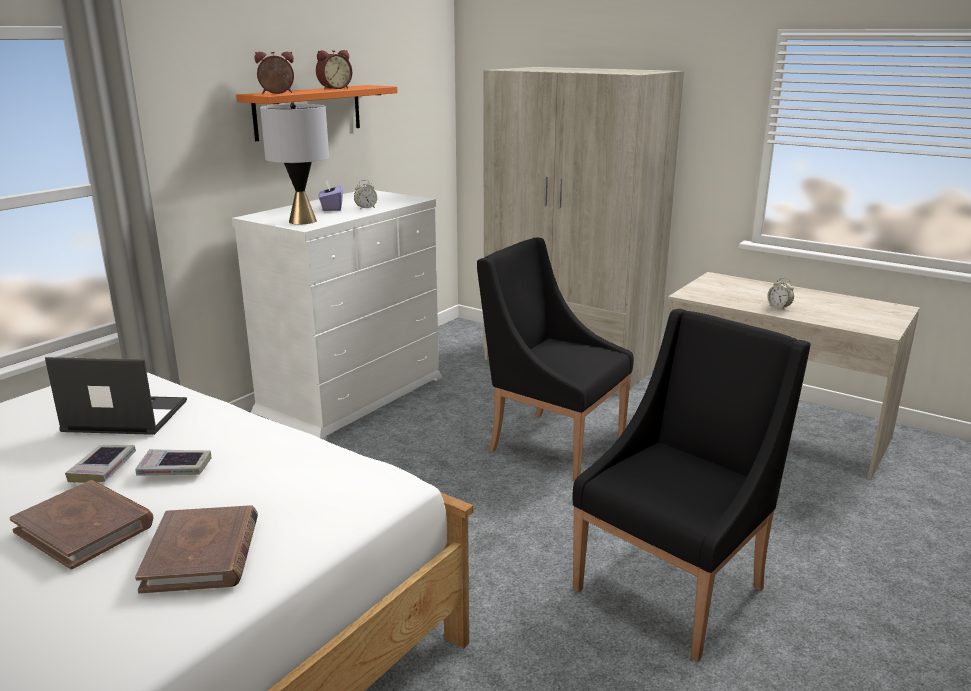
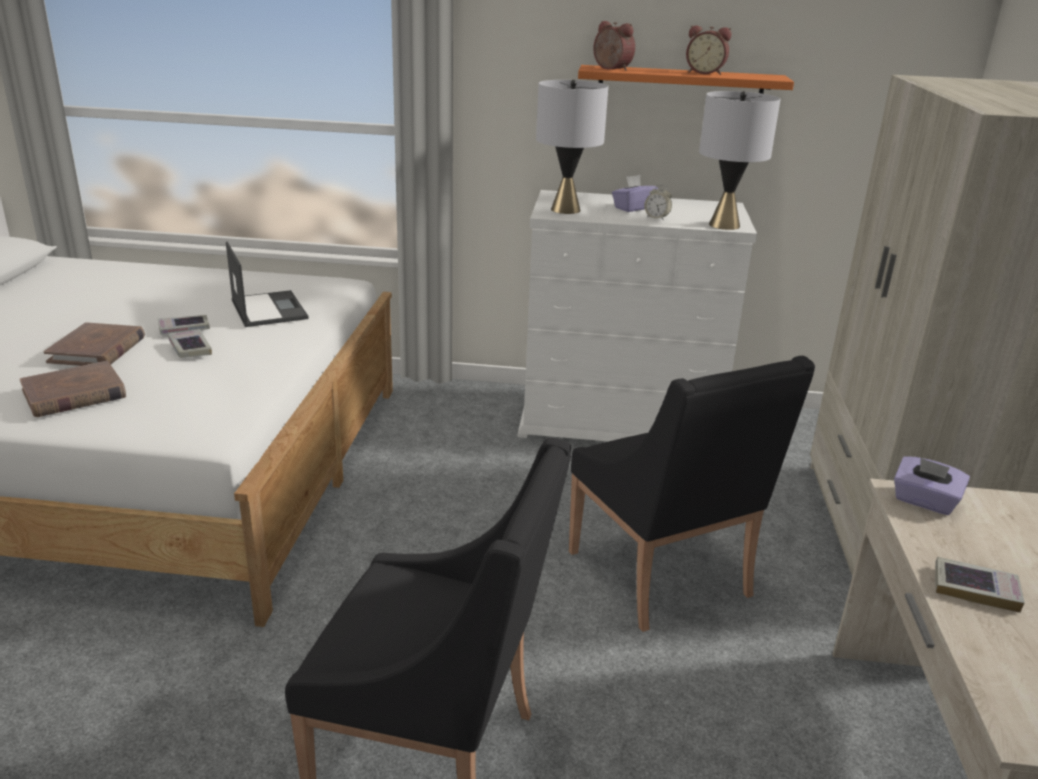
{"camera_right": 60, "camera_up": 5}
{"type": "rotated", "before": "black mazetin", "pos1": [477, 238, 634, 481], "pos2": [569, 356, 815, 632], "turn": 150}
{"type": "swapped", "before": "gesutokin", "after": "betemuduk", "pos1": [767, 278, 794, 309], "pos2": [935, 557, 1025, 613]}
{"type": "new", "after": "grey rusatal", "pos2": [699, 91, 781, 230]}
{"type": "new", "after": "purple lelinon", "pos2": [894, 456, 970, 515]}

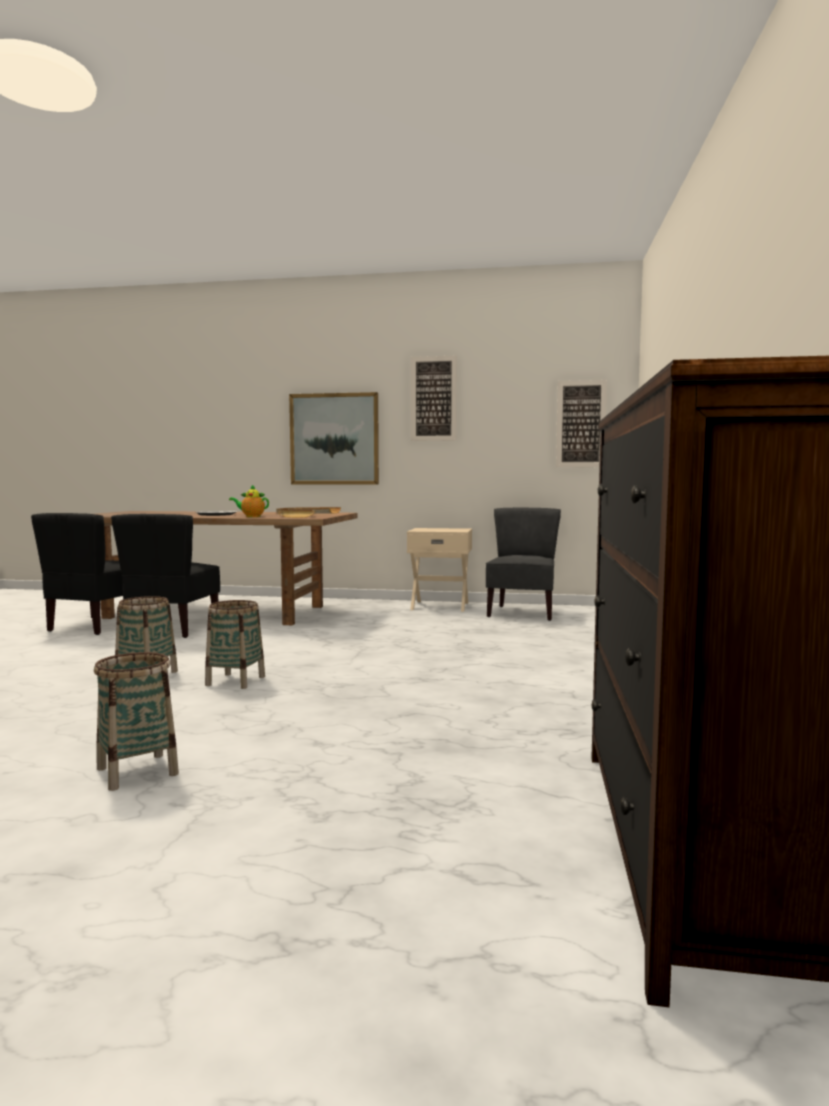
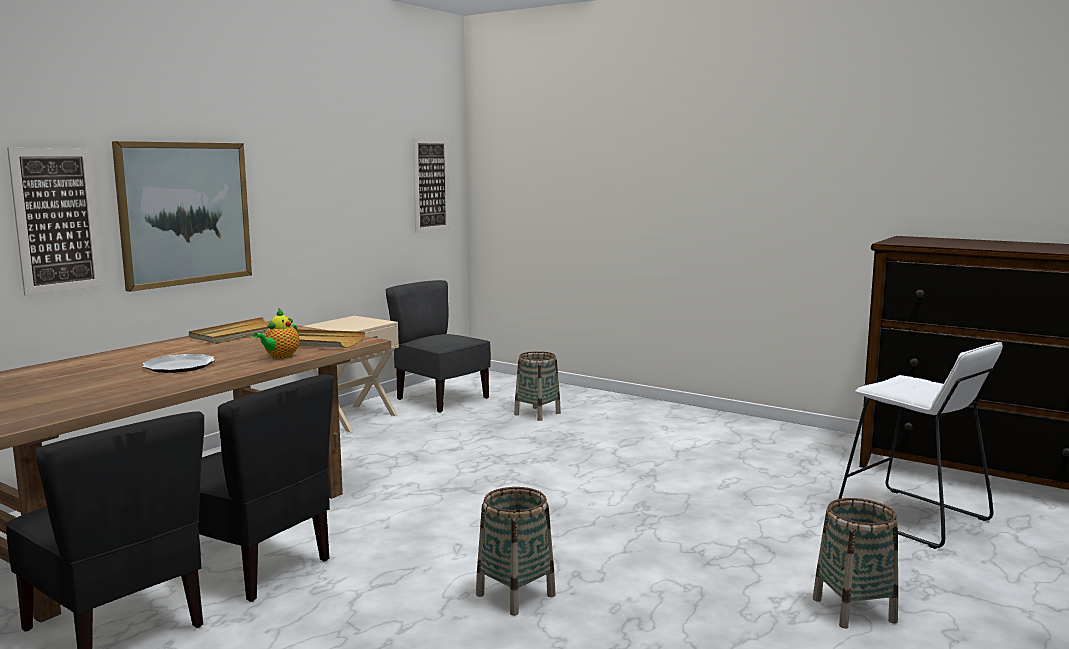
{"camera_right": -65, "camera_up": 5}
{"type": "shifted", "before": "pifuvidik", "pos1": [411, 356, 457, 441], "pos2": [7, 148, 104, 296]}
{"type": "shifted", "before": "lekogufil", "pos1": [205, 600, 265, 689], "pos2": [514, 351, 561, 421]}
{"type": "new", "after": "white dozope", "pos2": [838, 342, 1003, 549]}

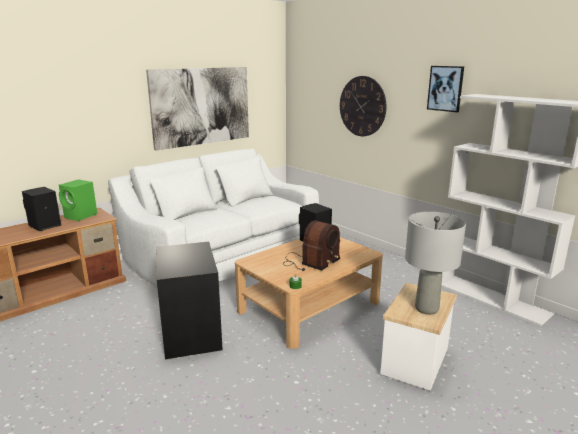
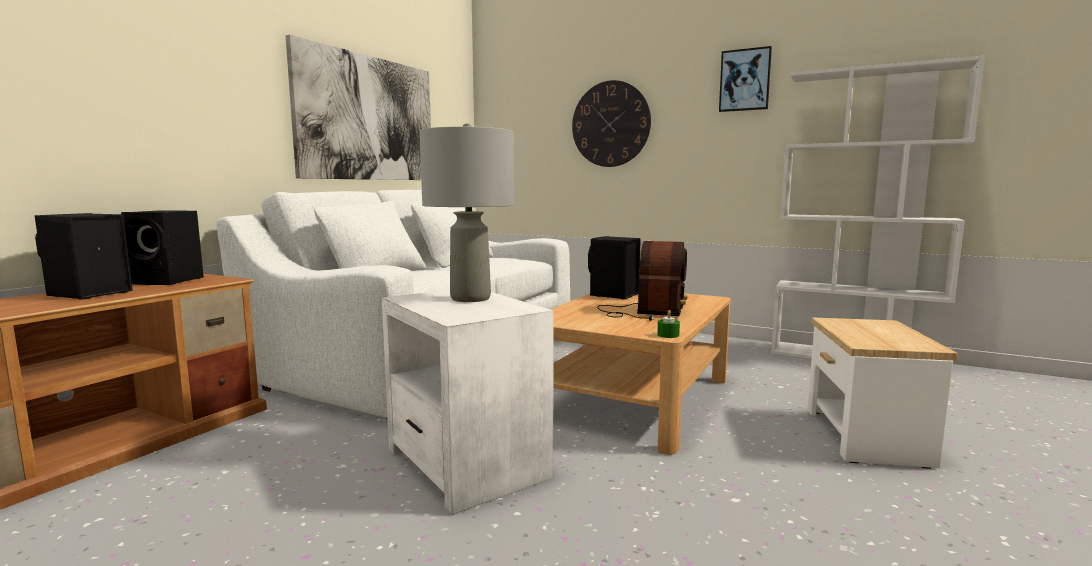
{"camera_right": -20, "camera_up": -10}
{"type": "repainted", "before": "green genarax", "after": "black genarax", "pos1": [59, 180, 97, 221], "pos2": [121, 210, 204, 285]}
{"type": "shifted", "before": "grey rusatal", "pos1": [405, 212, 466, 315], "pos2": [420, 124, 514, 302]}
{"type": "repainted", "before": "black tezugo", "after": "white tezugo", "pos1": [156, 242, 223, 359], "pos2": [382, 290, 554, 515]}

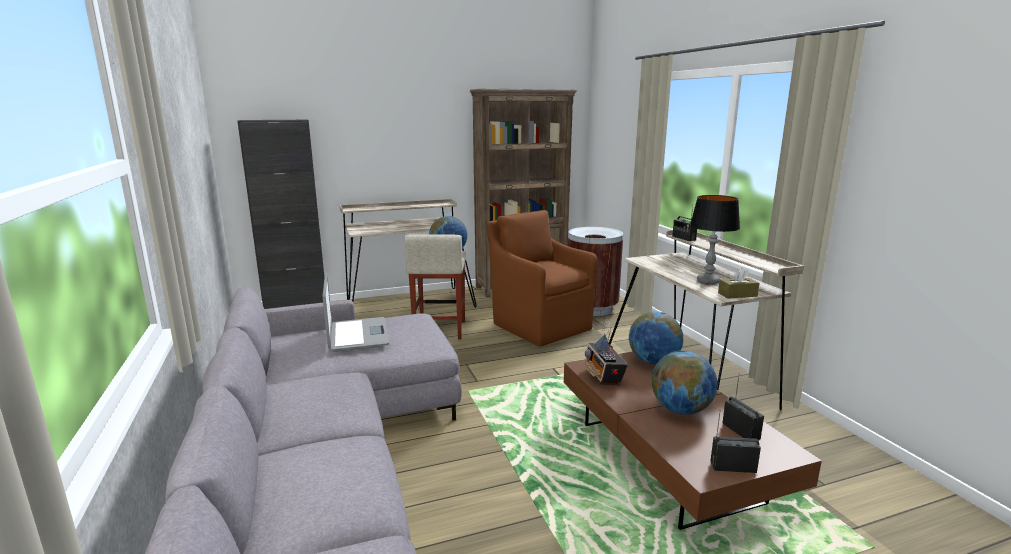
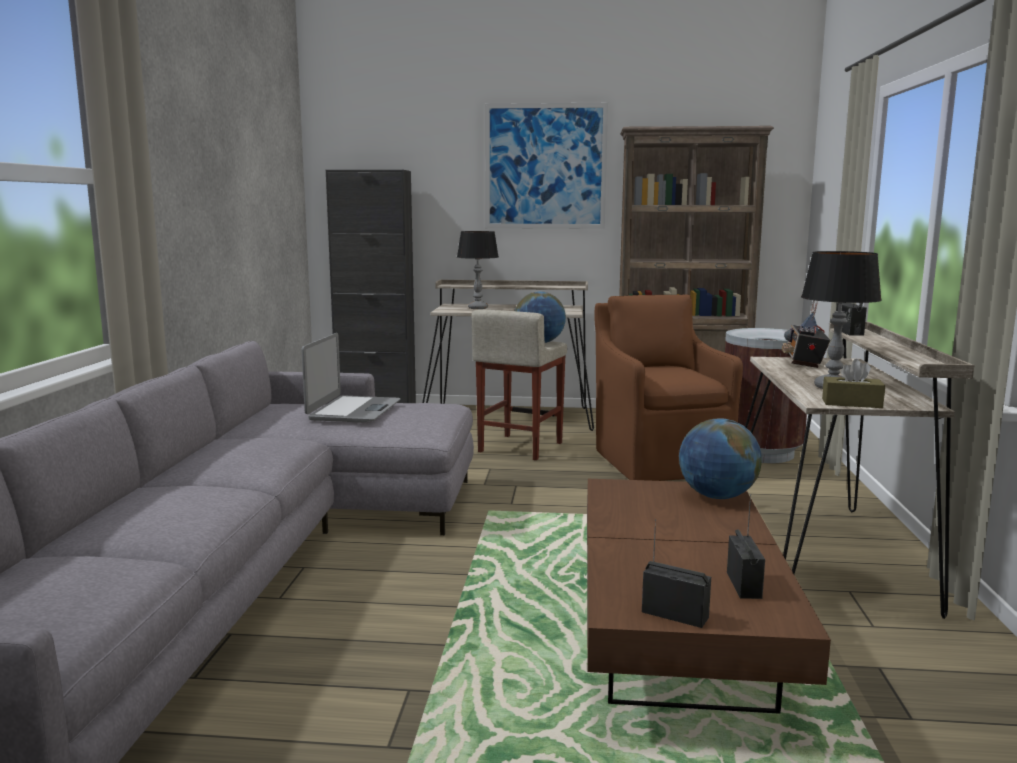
{"camera_right": 25, "camera_up": -5}
{"type": "shifted", "before": "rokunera", "pos1": [585, 319, 628, 385], "pos2": [782, 300, 830, 368]}
{"type": "gone", "before": "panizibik", "pos1": [652, 350, 718, 414]}
{"type": "new", "after": "pifuvidik", "pos2": [485, 103, 608, 229]}
{"type": "new", "after": "rusatal", "pos2": [457, 231, 499, 309]}

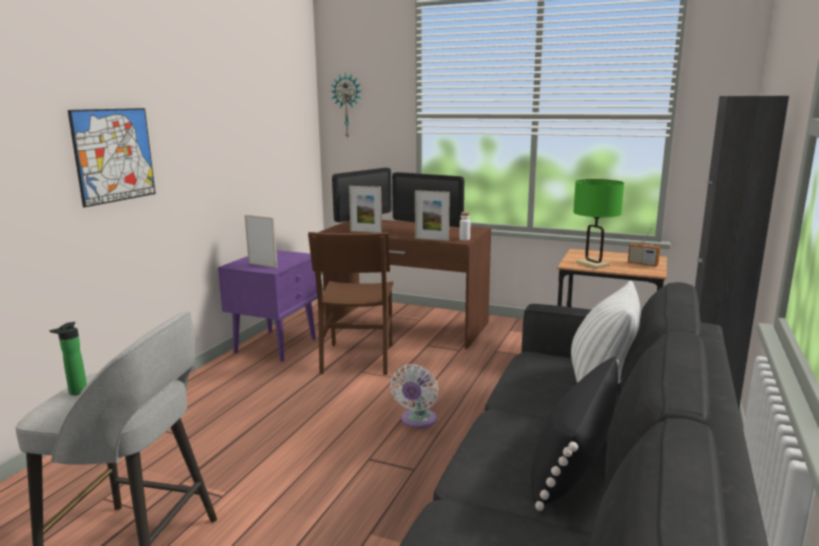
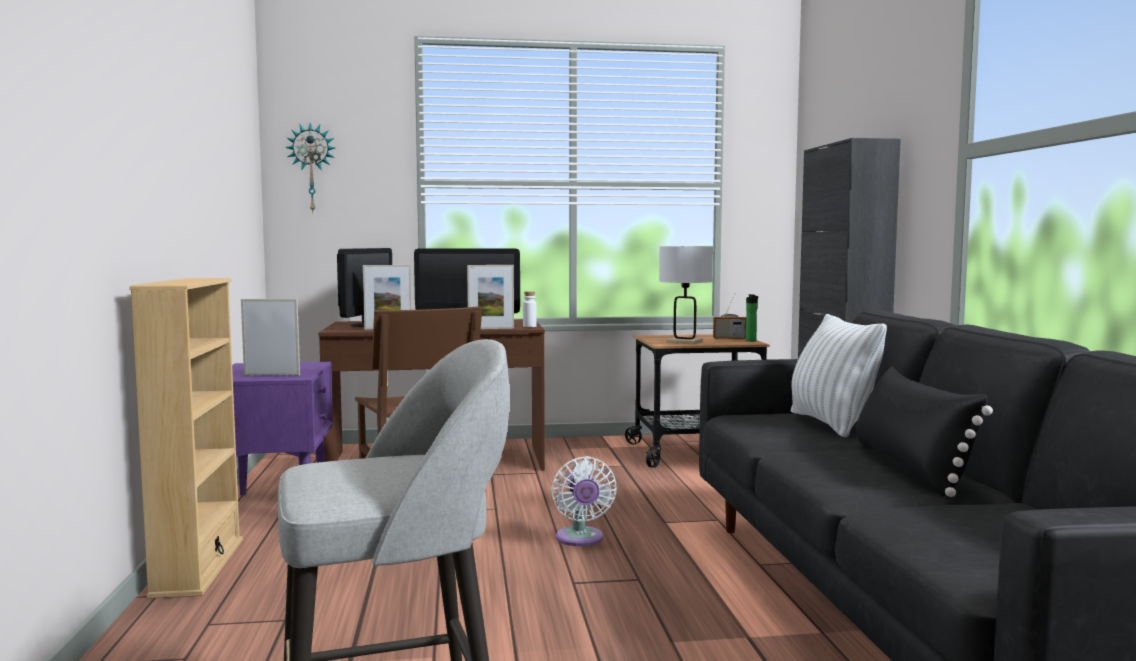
{"camera_right": -30, "camera_up": -10}
{"type": "gone", "before": "pifuvidik", "pos1": [68, 108, 156, 207]}
{"type": "repainted", "before": "green rusatal", "after": "white rusatal", "pos1": [573, 179, 624, 269], "pos2": [659, 246, 713, 345]}
{"type": "shifted", "before": "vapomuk", "pos1": [50, 322, 87, 396], "pos2": [745, 294, 758, 342]}
{"type": "new", "after": "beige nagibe", "pos2": [129, 278, 243, 599]}

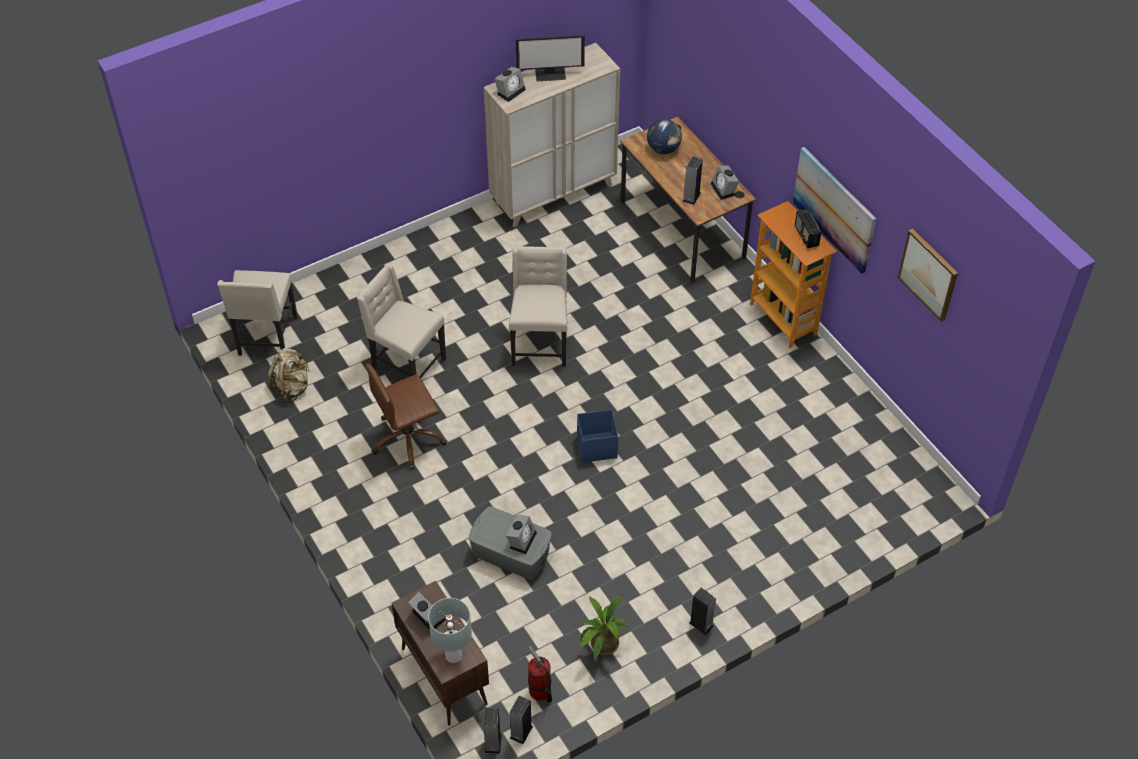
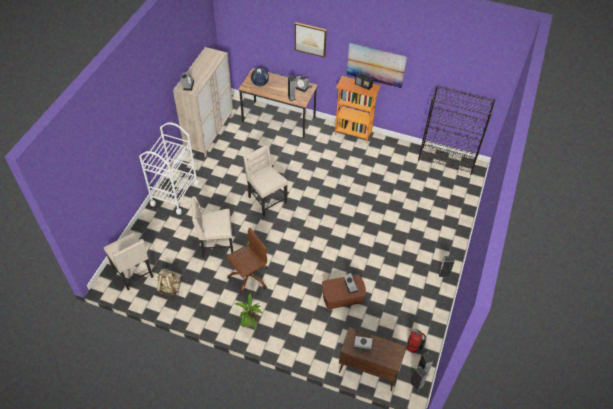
{"camera_right": -40, "camera_up": 0}
{"type": "gone", "before": "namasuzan", "pos1": [515, 35, 585, 81]}
{"type": "shifted", "before": "pifuvidik", "pos1": [898, 229, 958, 322], "pos2": [295, 22, 327, 58]}
{"type": "rotated", "before": "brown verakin", "pos1": [366, 364, 447, 470], "pos2": [226, 227, 268, 296], "turn": -150}
{"type": "gone", "before": "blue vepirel", "pos1": [577, 409, 618, 463]}
{"type": "repainted", "before": "grey vepirel", "after": "brown vepirel", "pos1": [469, 507, 552, 580], "pos2": [322, 275, 366, 309]}
{"type": "shifted", "before": "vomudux", "pos1": [580, 595, 628, 659], "pos2": [235, 292, 262, 330]}
{"type": "gone", "before": "grey rusatal", "pos1": [428, 598, 472, 663]}
{"type": "new", "after": "black nagibe", "pos2": [418, 86, 495, 175]}
{"type": "new", "after": "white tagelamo", "pos2": [139, 122, 199, 215]}

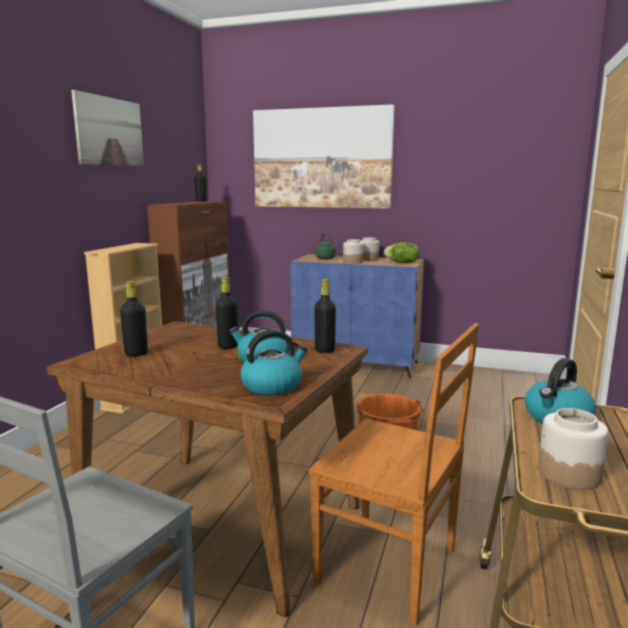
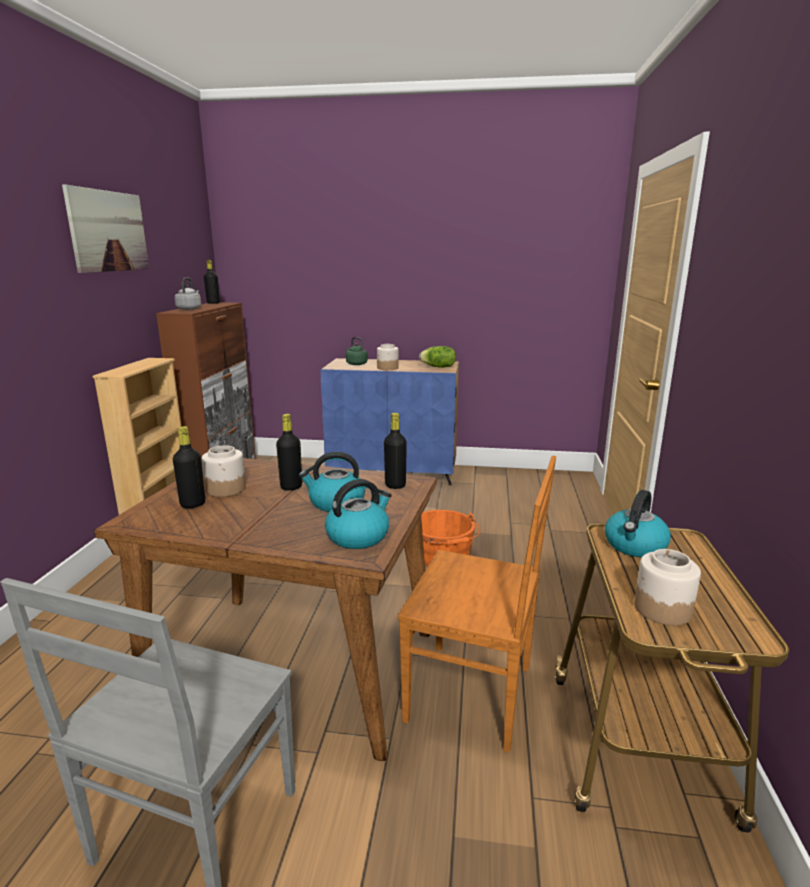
{"camera_right": -10, "camera_up": 5}
{"type": "gone", "before": "pifuvidik", "pos1": [253, 104, 395, 209]}
{"type": "shifted", "before": "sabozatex", "pos1": [360, 237, 379, 261], "pos2": [202, 445, 246, 497]}
{"type": "new", "after": "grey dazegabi", "pos2": [175, 278, 201, 310]}

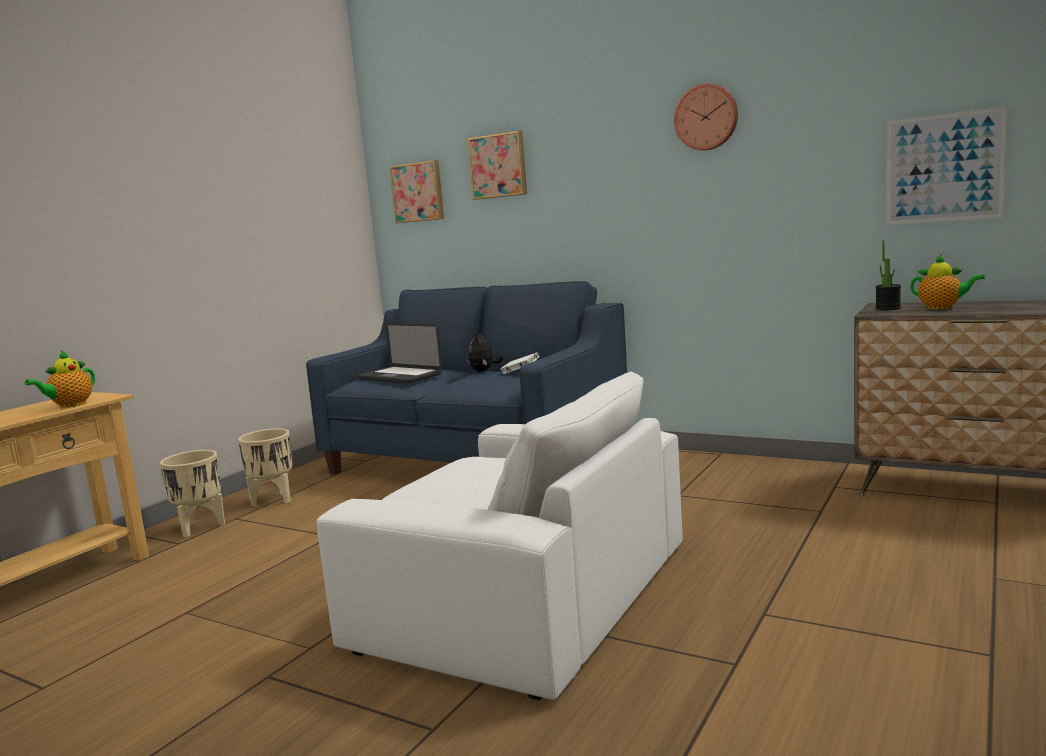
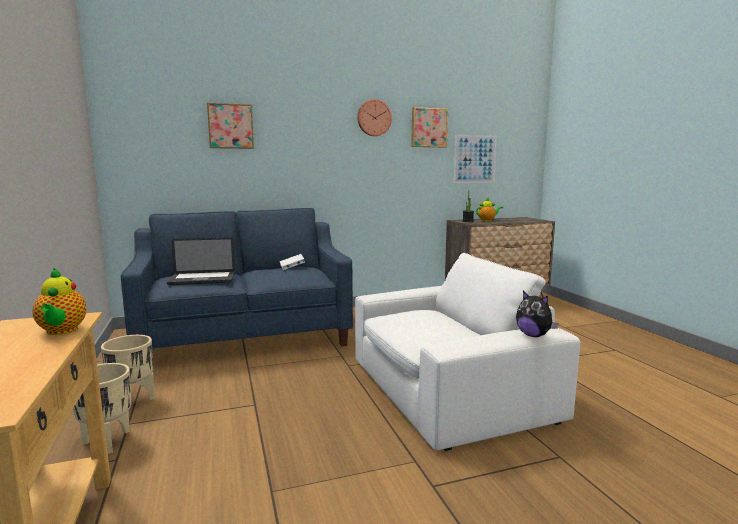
{"camera_right": -50, "camera_up": 0}
{"type": "shifted", "before": "pifuvidik", "pos1": [389, 160, 444, 223], "pos2": [411, 107, 448, 147]}
{"type": "shifted", "before": "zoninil", "pos1": [467, 331, 503, 372], "pos2": [516, 291, 559, 337]}

